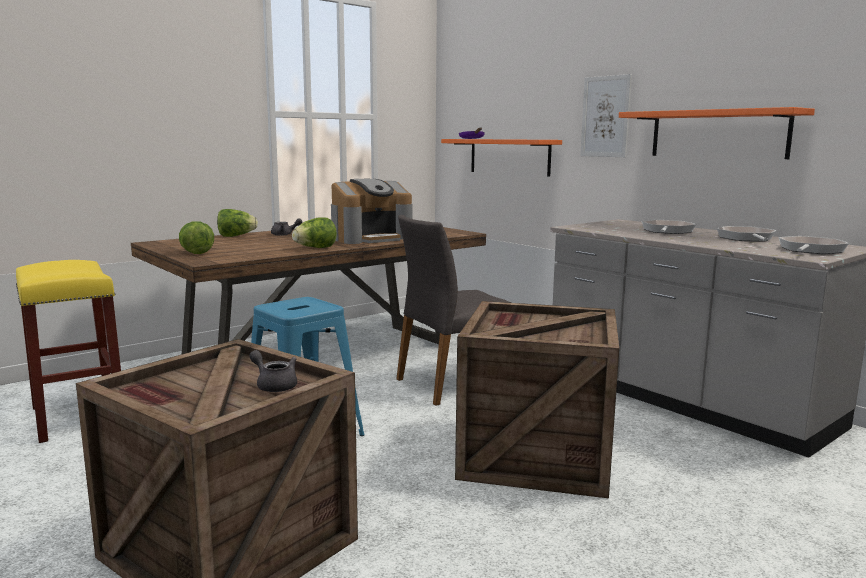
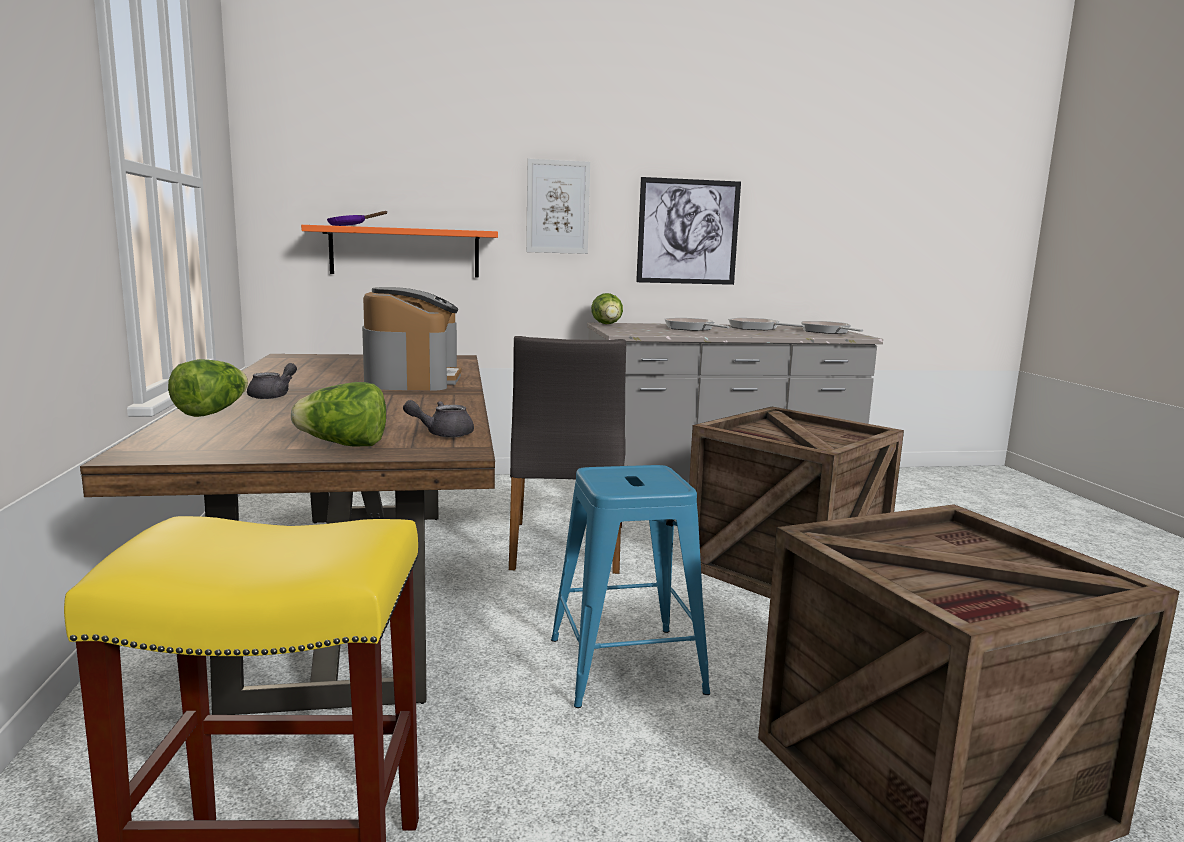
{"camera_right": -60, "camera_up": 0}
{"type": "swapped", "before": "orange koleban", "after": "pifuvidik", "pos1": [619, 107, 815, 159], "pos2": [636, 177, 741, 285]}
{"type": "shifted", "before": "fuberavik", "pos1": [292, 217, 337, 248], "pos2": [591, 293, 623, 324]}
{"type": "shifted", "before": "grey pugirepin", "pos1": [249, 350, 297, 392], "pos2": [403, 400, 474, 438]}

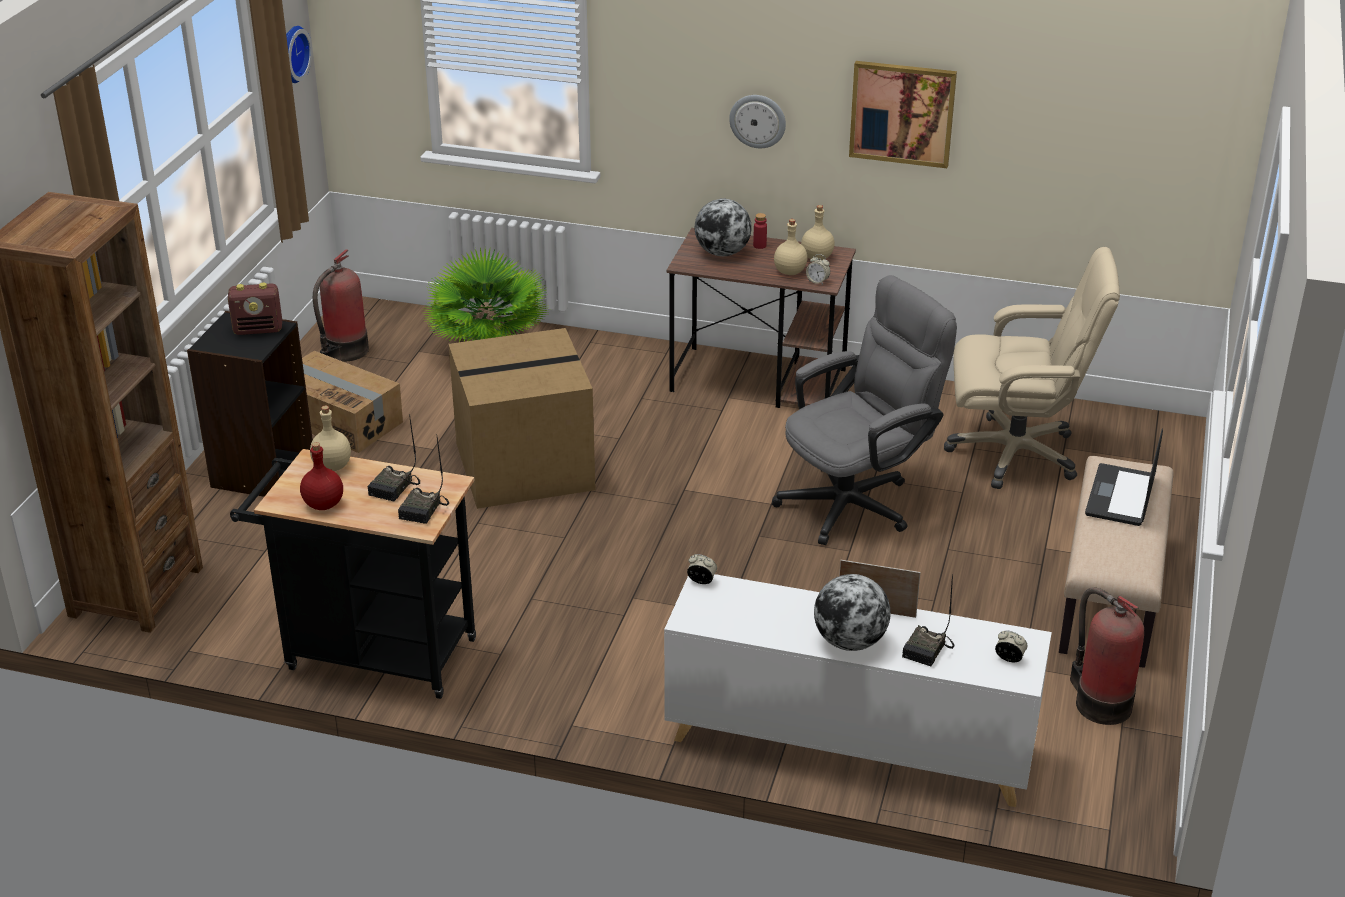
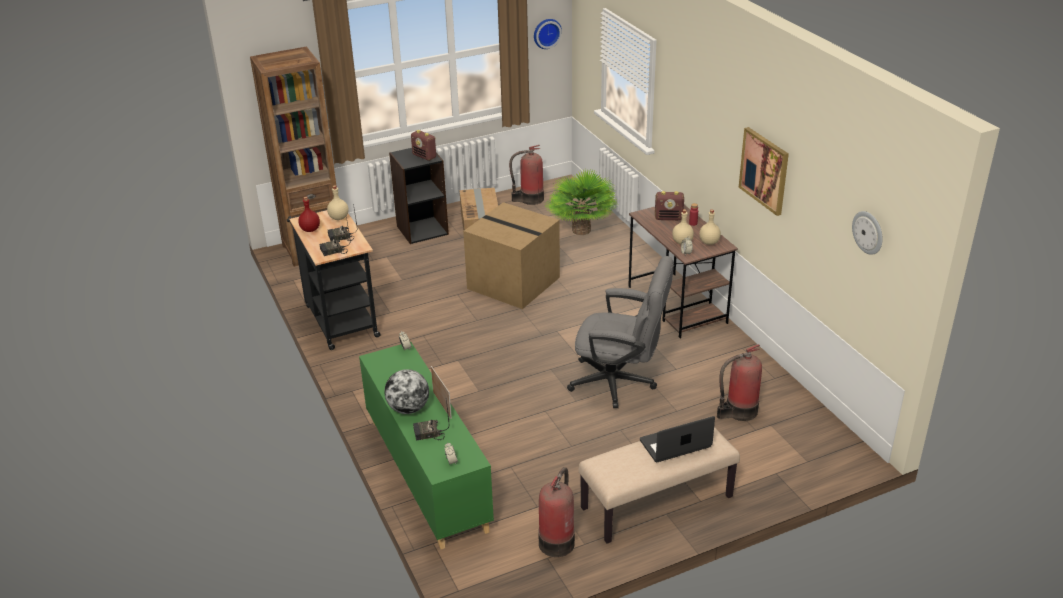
{"camera_right": 50, "camera_up": 0}
{"type": "shifted", "before": "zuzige", "pos1": [729, 95, 786, 148], "pos2": [852, 211, 883, 255]}
{"type": "swapped", "before": "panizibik", "after": "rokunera", "pos1": [695, 199, 752, 256], "pos2": [655, 191, 684, 220]}
{"type": "swapped", "before": "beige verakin", "after": "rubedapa", "pos1": [944, 247, 1120, 489], "pos2": [717, 344, 762, 421]}
{"type": "repainted", "before": "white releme", "after": "green releme", "pos1": [664, 574, 1052, 807], "pos2": [359, 342, 494, 549]}

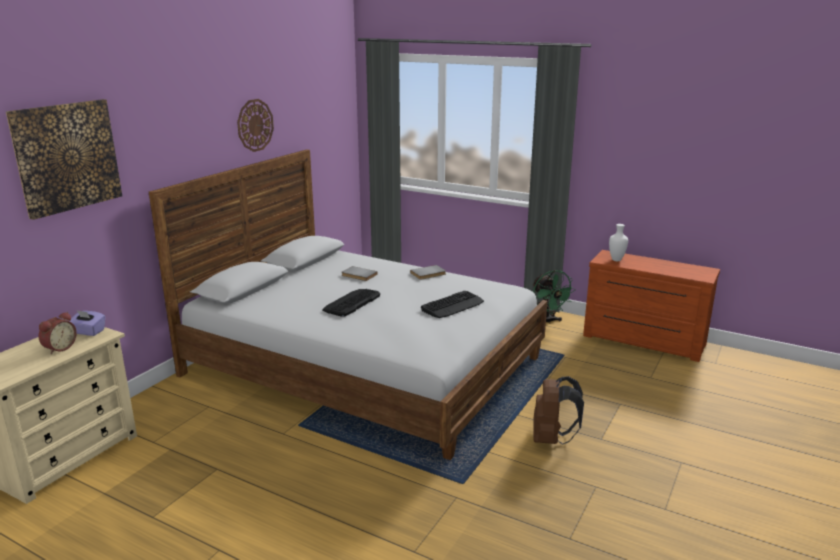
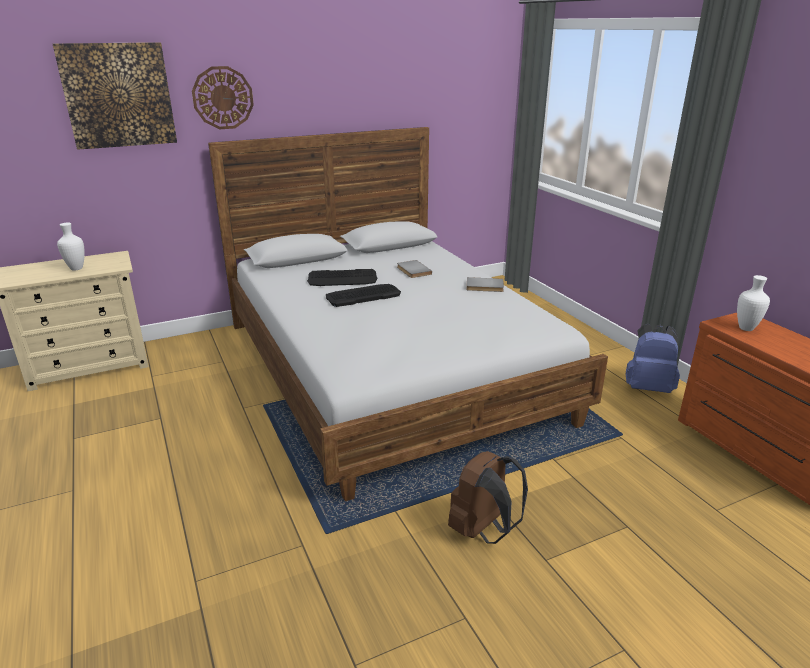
{"camera_right": 35, "camera_up": 5}
{"type": "shifted", "before": "zuzige", "pos1": [237, 99, 274, 152], "pos2": [192, 66, 254, 129]}
{"type": "swapped", "before": "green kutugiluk", "after": "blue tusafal", "pos1": [532, 270, 575, 324], "pos2": [626, 324, 680, 393]}
{"type": "shifted", "before": "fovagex", "pos1": [421, 291, 484, 318], "pos2": [307, 269, 378, 286]}
{"type": "gone", "before": "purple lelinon", "pos1": [70, 310, 105, 336]}
{"type": "swapped", "before": "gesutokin", "after": "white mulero", "pos1": [39, 312, 77, 354], "pos2": [57, 223, 85, 271]}

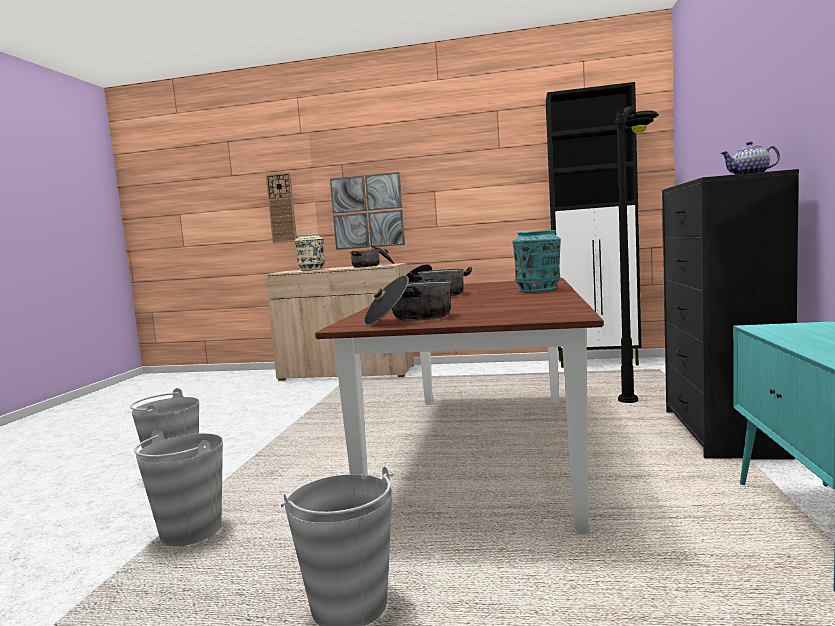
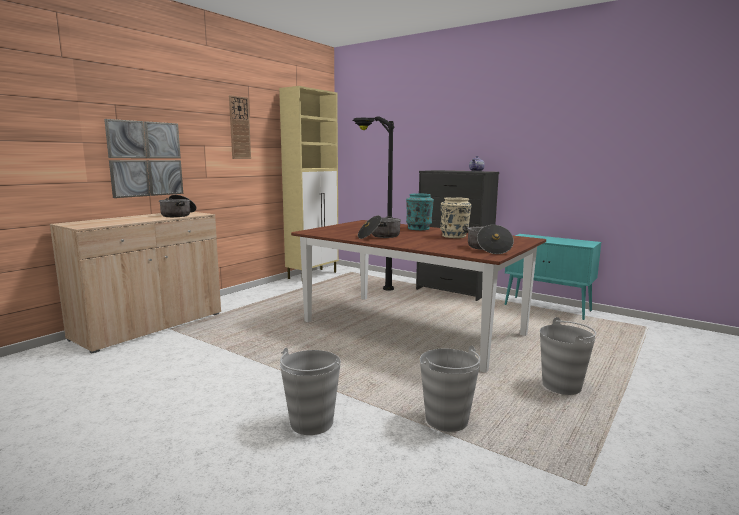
{"camera_right": -65, "camera_up": 5}
{"type": "repainted", "before": "black releme", "after": "beige releme", "pos1": [546, 82, 642, 368], "pos2": [279, 86, 339, 279]}
{"type": "shifted", "before": "zuzige", "pos1": [266, 172, 297, 243], "pos2": [229, 95, 251, 159]}
{"type": "shifted", "before": "beige mulero", "pos1": [295, 233, 325, 271], "pos2": [440, 198, 472, 238]}

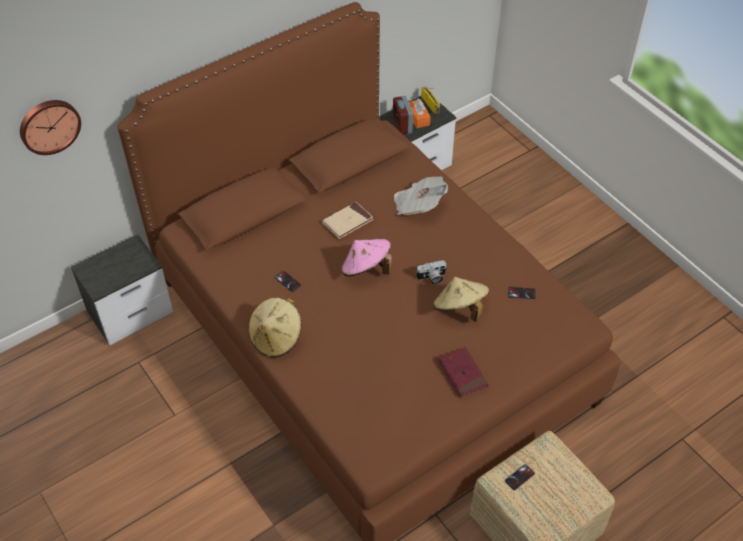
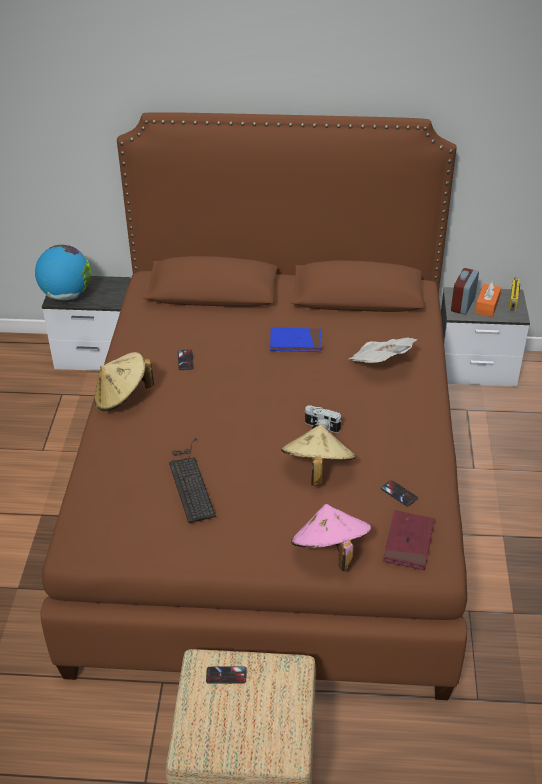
{"camera_right": 40, "camera_up": -10}
{"type": "gone", "before": "zuzige", "pos1": [20, 100, 81, 155]}
{"type": "repainted", "before": "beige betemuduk", "after": "blue betemuduk", "pos1": [322, 202, 373, 239], "pos2": [270, 327, 322, 352]}
{"type": "shifted", "before": "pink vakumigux", "pos1": [342, 239, 392, 276], "pos2": [291, 504, 371, 571]}
{"type": "shifted", "before": "red betemuduk", "pos1": [438, 347, 488, 397], "pos2": [383, 510, 435, 570]}
{"type": "new", "after": "panizibik", "pos2": [35, 245, 91, 300]}
{"type": "new", "after": "fovagex", "pos2": [169, 438, 216, 523]}

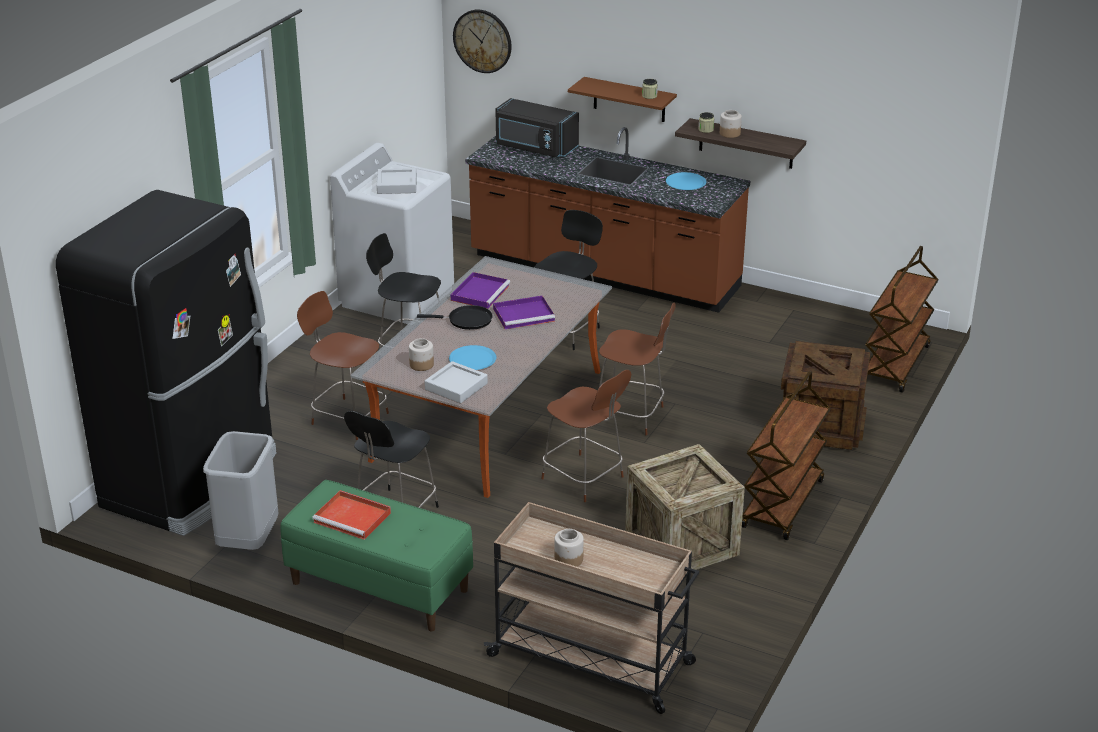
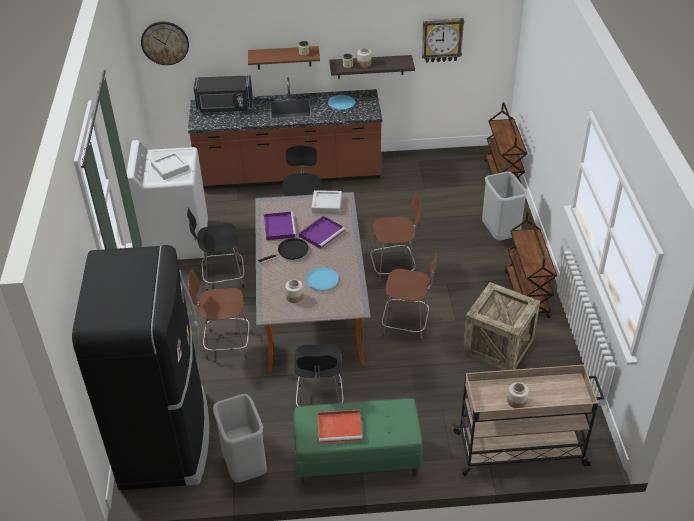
{"camera_right": -30, "camera_up": 10}
{"type": "swapped", "before": "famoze", "after": "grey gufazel", "pos1": [781, 341, 870, 450], "pos2": [482, 172, 527, 240]}
{"type": "shifted", "before": "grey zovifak", "pos1": [425, 361, 488, 403], "pos2": [311, 190, 342, 214]}
{"type": "new", "after": "zuzige", "pos2": [422, 18, 464, 63]}

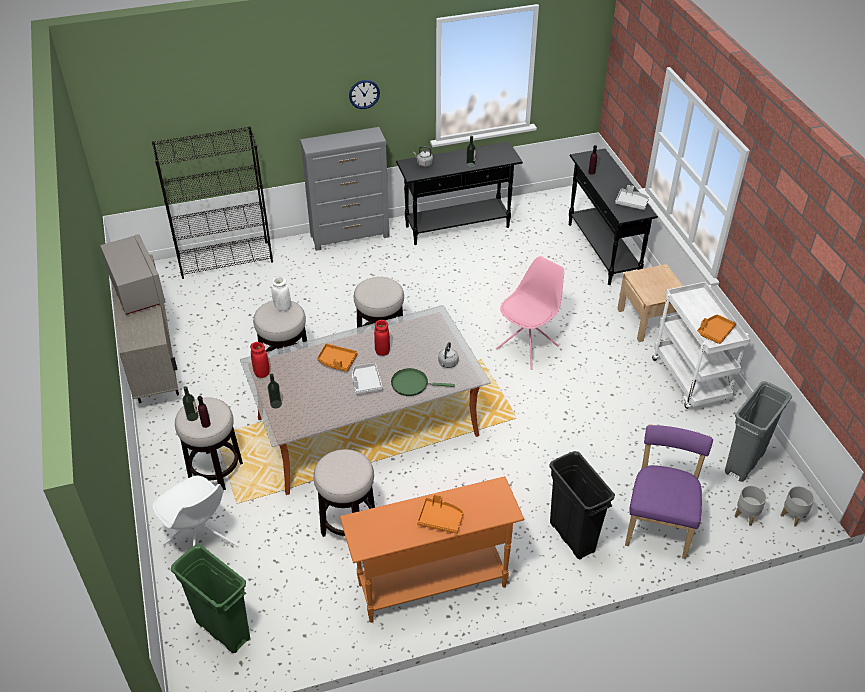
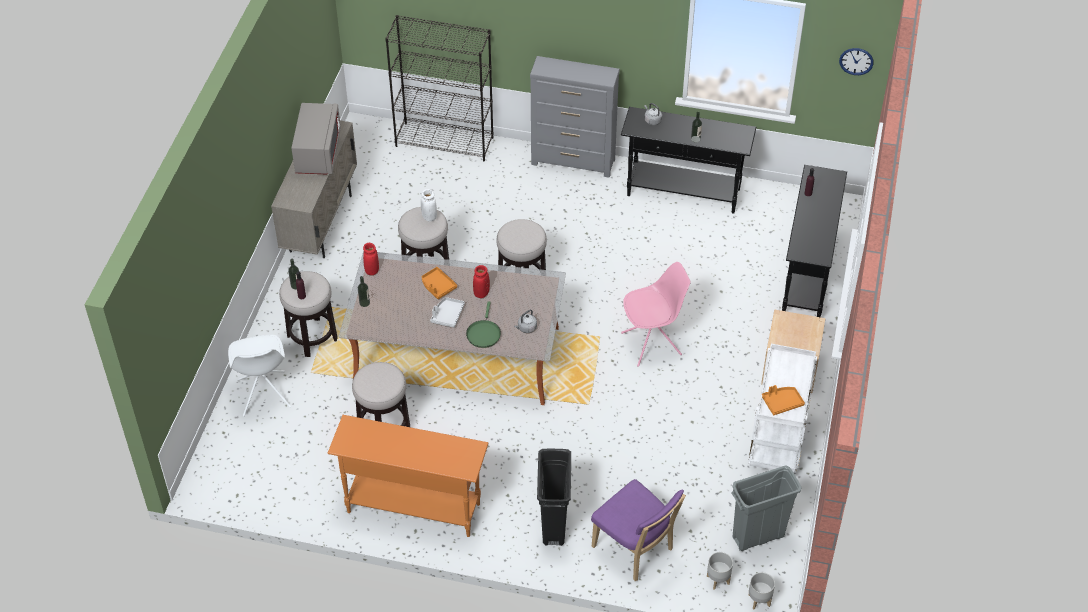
{"camera_right": 30, "camera_up": 5}
{"type": "shifted", "before": "zuzige", "pos1": [349, 80, 380, 109], "pos2": [839, 48, 874, 75]}
{"type": "gone", "before": "grey zovifak", "pos1": [615, 185, 649, 210]}
{"type": "rotated", "before": "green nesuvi", "pos1": [391, 368, 455, 396], "pos2": [466, 301, 501, 348], "turn": -120}
{"type": "rotated", "before": "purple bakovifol", "pos1": [625, 424, 713, 559], "pos2": [591, 479, 686, 581], "turn": 90}
{"type": "gone", "before": "orange zovifak", "pos1": [417, 494, 464, 534]}
{"type": "gone", "before": "green gufazel", "pos1": [171, 544, 250, 653]}

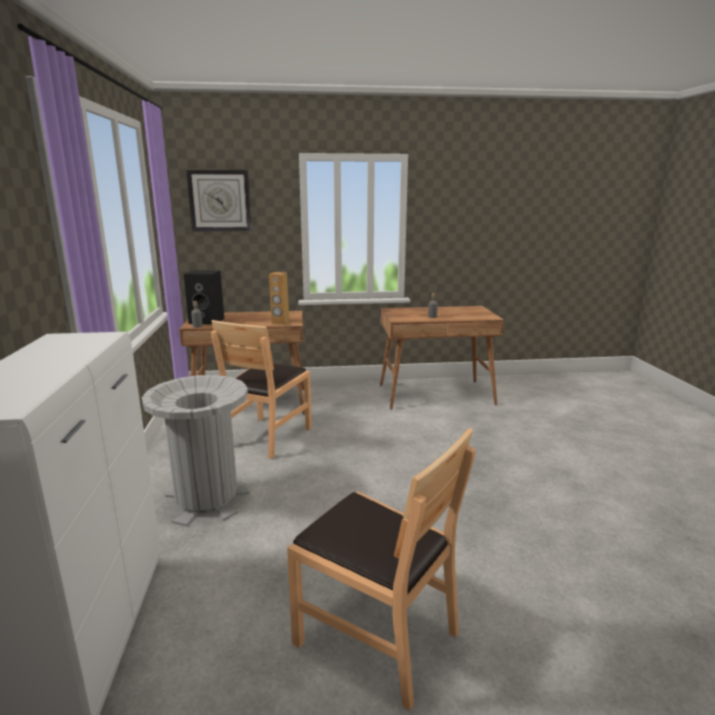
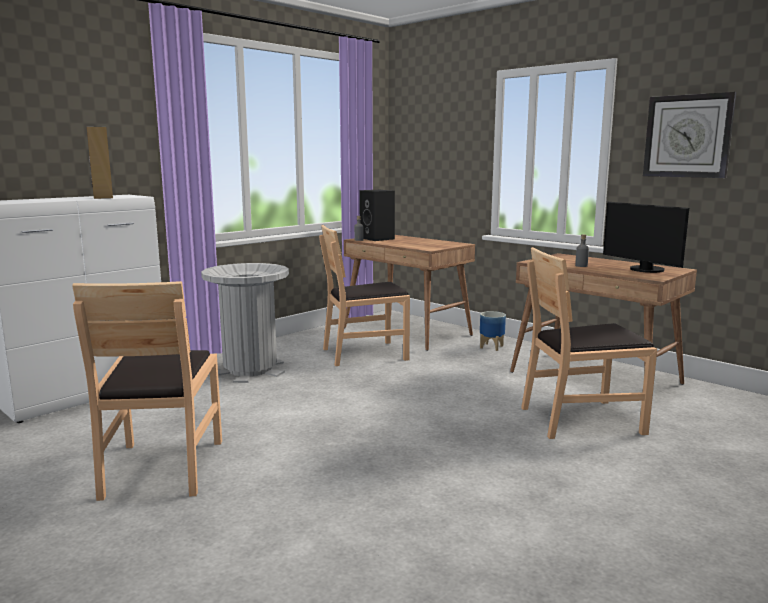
{"camera_right": 50, "camera_up": -5}
{"type": "shifted", "before": "zuzige", "pos1": [186, 170, 252, 232], "pos2": [643, 92, 737, 178]}
{"type": "shifted", "before": "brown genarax", "pos1": [269, 272, 289, 325], "pos2": [87, 127, 113, 199]}
{"type": "new", "after": "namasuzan", "pos2": [603, 202, 689, 273]}
{"type": "new", "after": "brown bakovifol", "pos2": [521, 247, 657, 439]}
{"type": "new", "after": "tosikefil", "pos2": [480, 311, 506, 351]}

